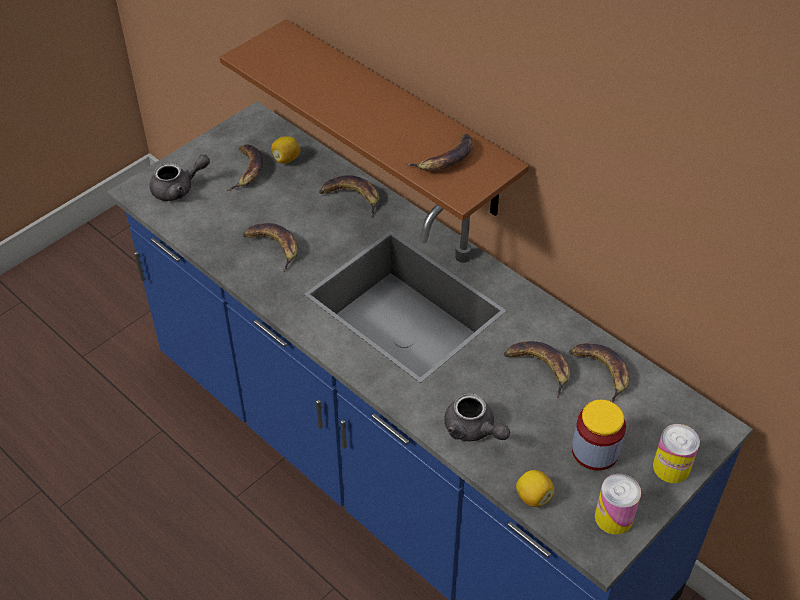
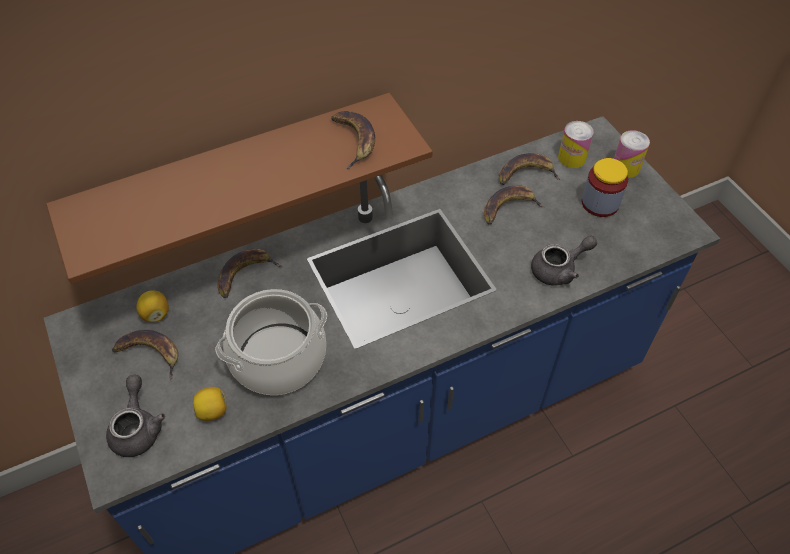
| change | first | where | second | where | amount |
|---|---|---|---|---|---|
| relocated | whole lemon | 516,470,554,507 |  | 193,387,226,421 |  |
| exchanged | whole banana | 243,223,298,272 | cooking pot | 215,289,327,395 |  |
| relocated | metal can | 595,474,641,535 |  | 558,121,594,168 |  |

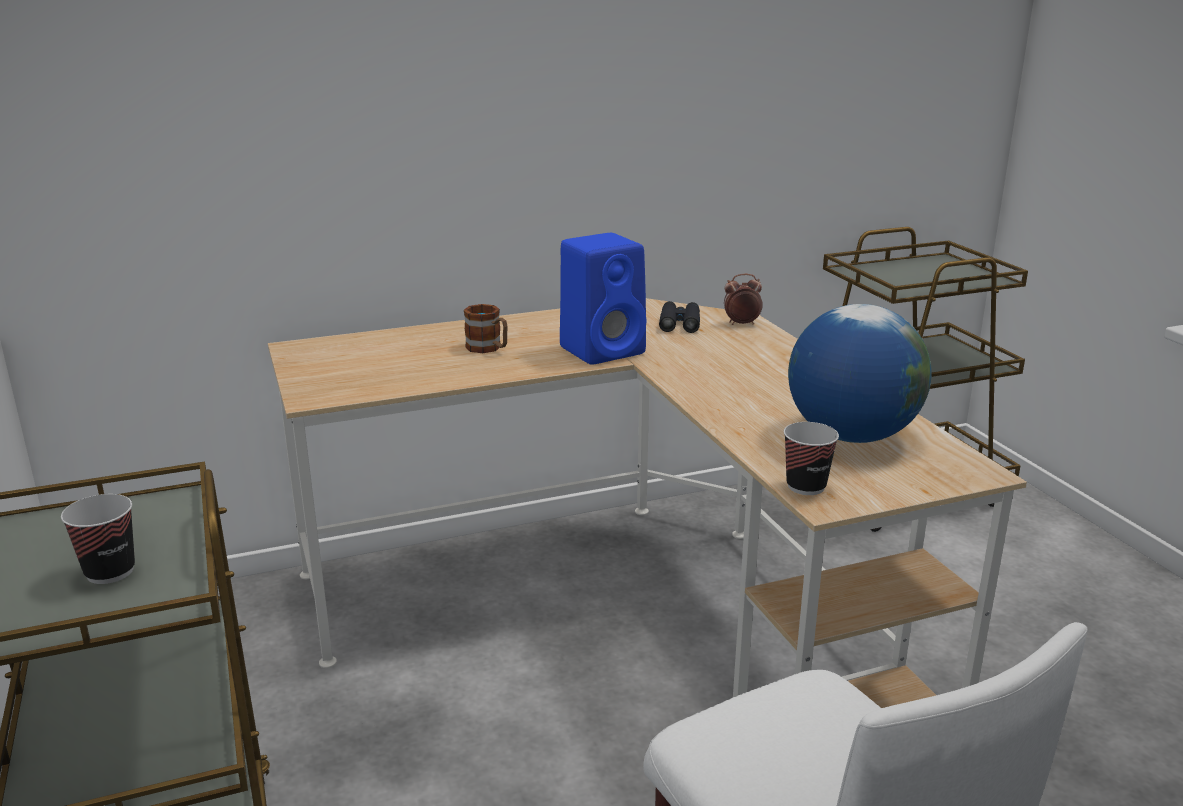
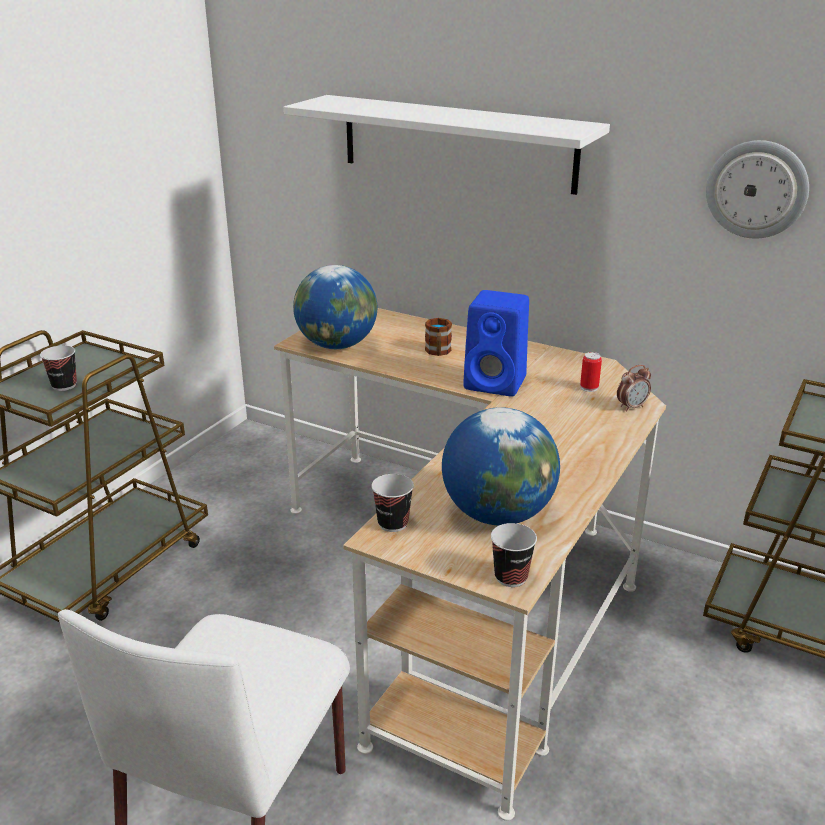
| change | first | where | second | where | amount |
|---|---|---|---|---|---|
| appeared |  |  | whitish wall shelf | 284,95,610,195 |  |
| appeared |  |  | desk globe | 293,265,377,349 |  |
| appeared |  |  | small cup | 491,523,537,587 |  |
| exchanged | black field glasses | 659,301,700,333 | metal can | 580,352,602,392 |  |
| spun | table clock | 724,274,763,325 |  | 617,365,651,412 | 105 degrees clockwise |
| appeared |  |  | hanging clock | 706,140,809,239 |  |

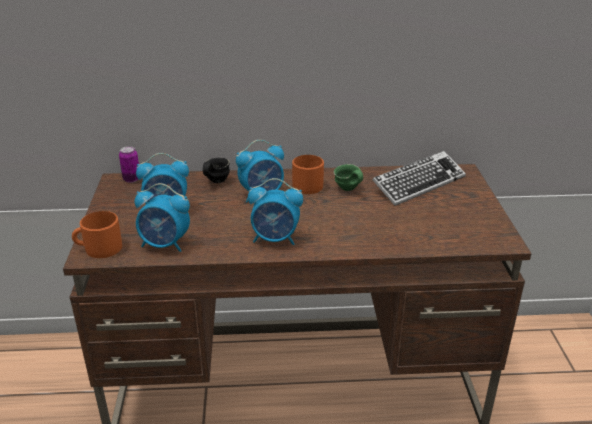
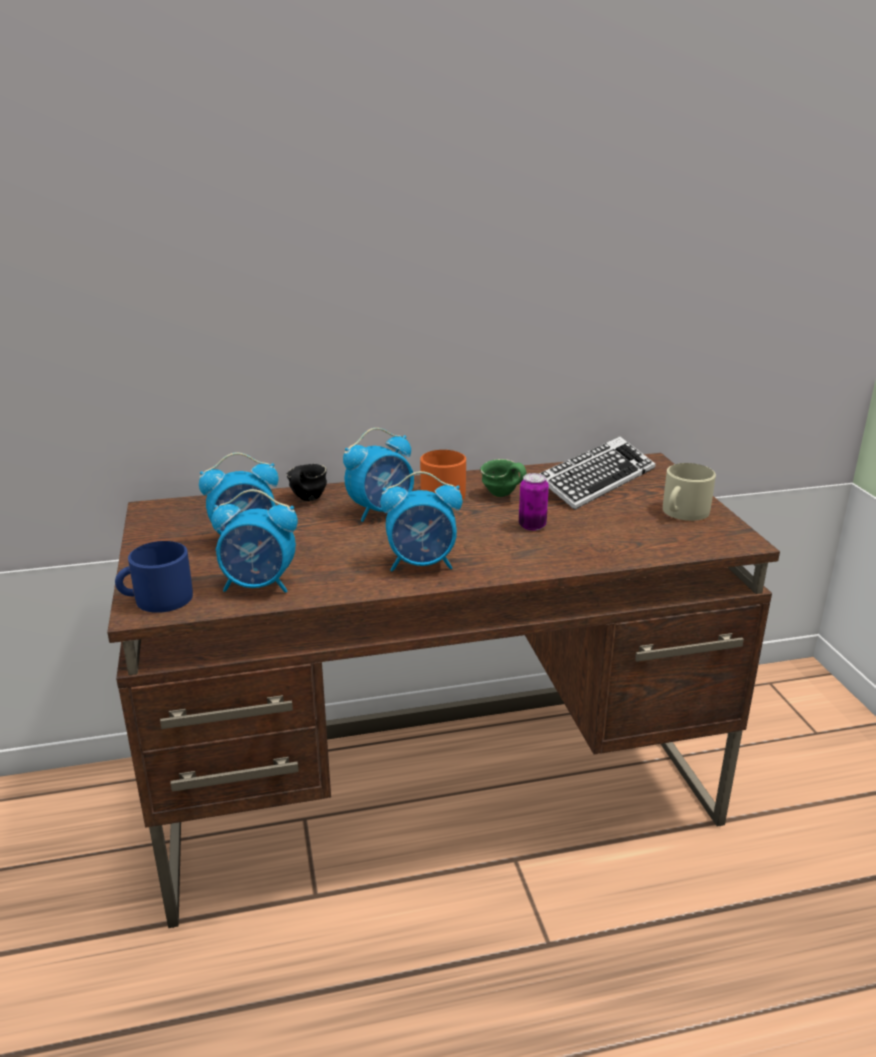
| change | first | where | second | where | amount |
|---|---|---|---|---|---|
| colour | orange tea mug | 72,211,122,258 | blue-coloured tea mug | 115,541,193,613 |  |
| relocated | metal can | 119,146,139,183 |  | 519,473,549,531 |  |
| appeared |  |  | beige-coloured tea mug | 663,463,716,521 |  |

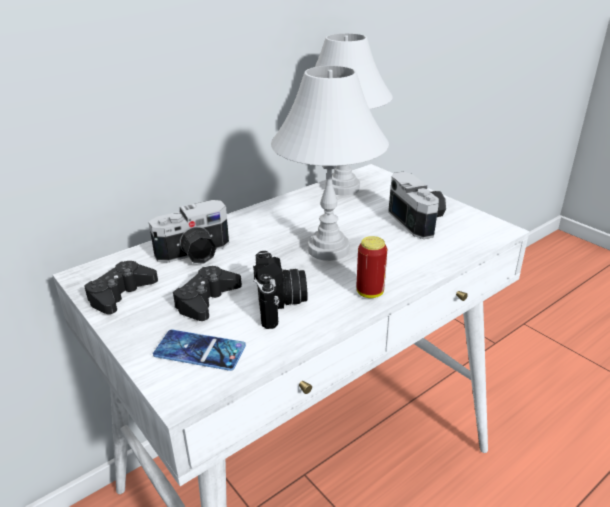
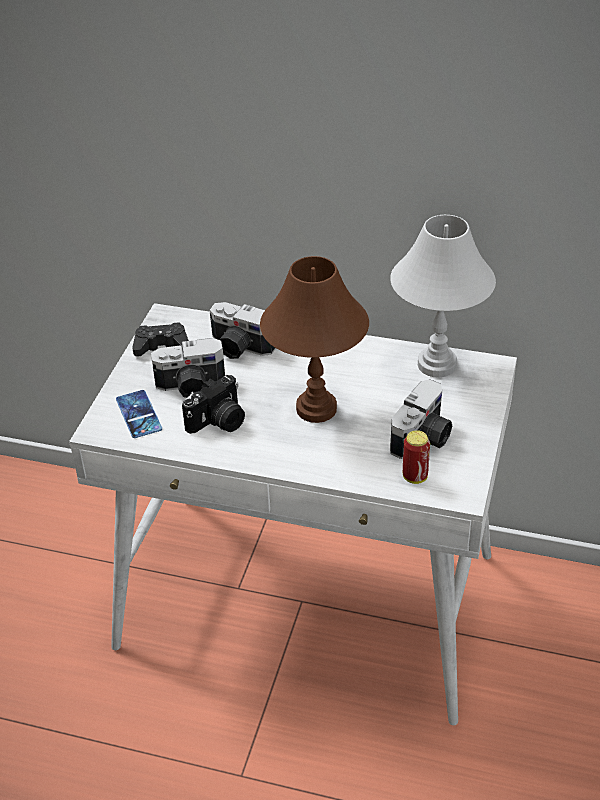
| change | first | where | second | where | amount |
|---|---|---|---|---|---|
| exchanged | black gamepad | 173,266,242,321 | photo camera | 151,338,225,398 |  |
| colour | whitish table lamp | 271,66,389,261 | brownish table lamp | 260,256,369,423 |  |
| relocated | metal can | 357,236,387,298 |  | 403,430,430,484 |  |

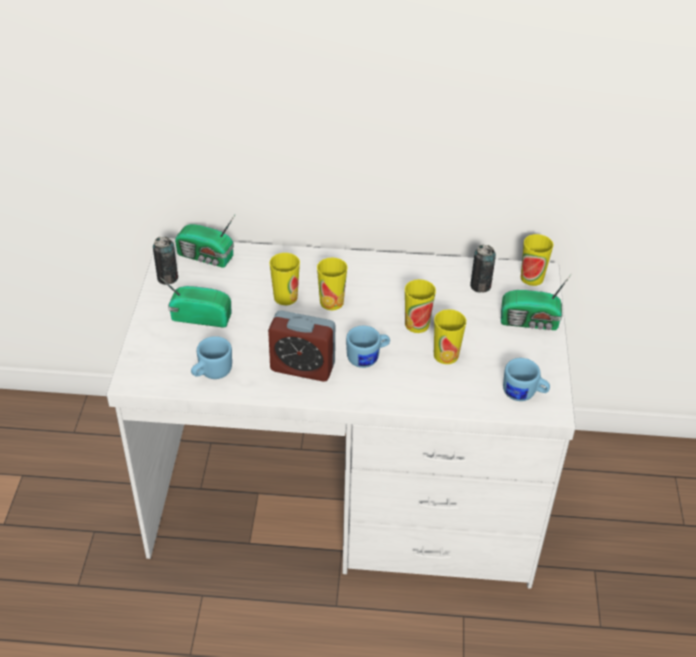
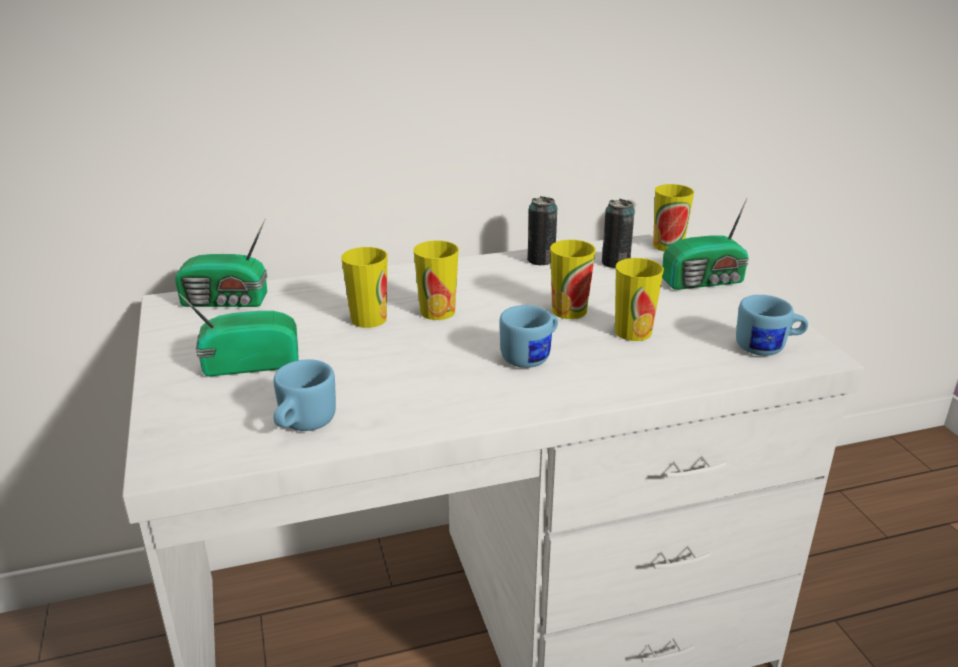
| change | first | where | second | where | amount |
|---|---|---|---|---|---|
| relocated | metal can | 153,237,178,285 |  | 527,196,557,265 |  |
| missing | table clock | 268,310,335,382 |  |  |  |

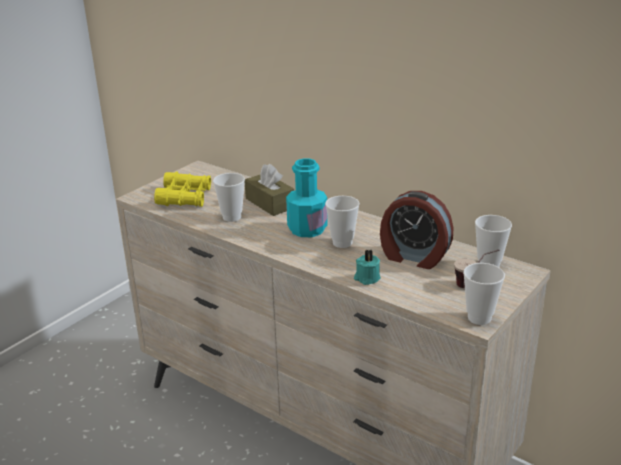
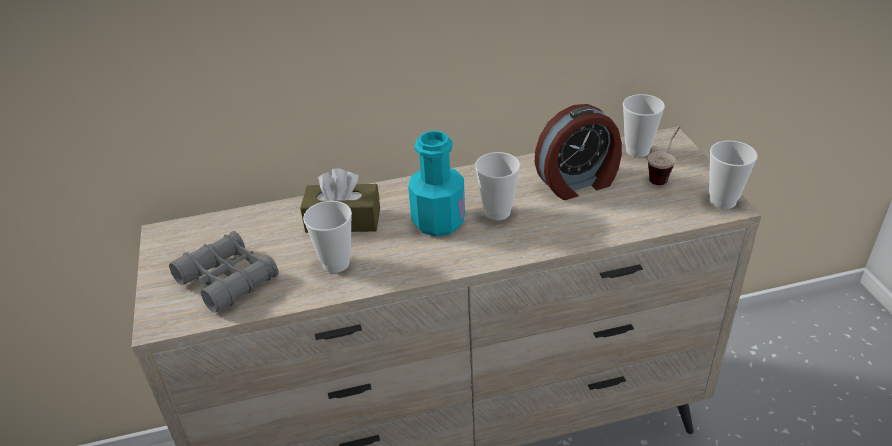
| change | first | where | second | where | amount |
|---|---|---|---|---|---|
| colour | yellowish field glasses | 154,172,211,207 | greyish field glasses | 169,231,278,313 |  |
| missing | turquoise-coloured wax light | 354,249,381,285 |  |  |  |

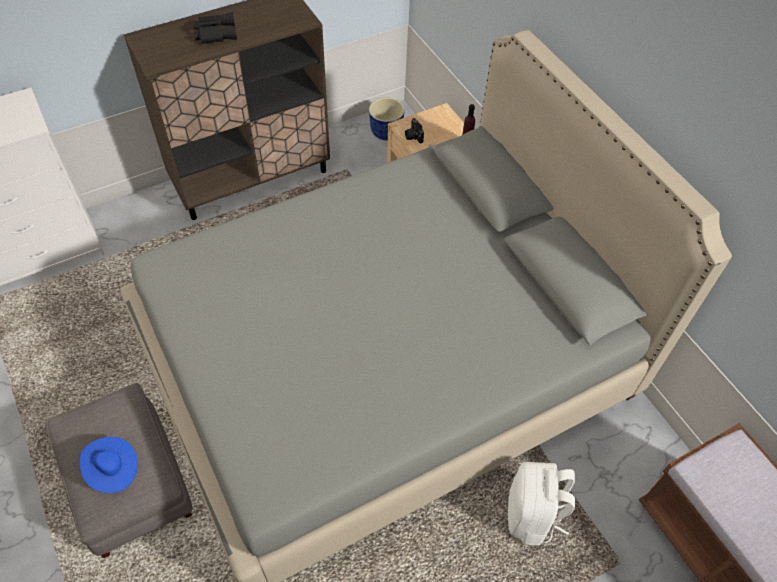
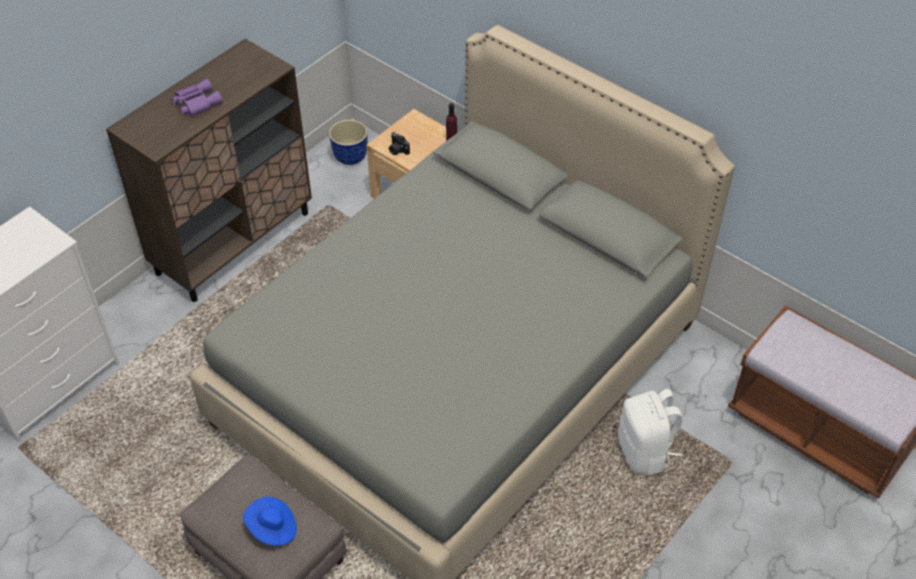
| change | first | where | second | where | amount |
|---|---|---|---|---|---|
| colour | black field glasses | 193,12,237,44 | purple-coloured field glasses | 172,79,223,117 |  |

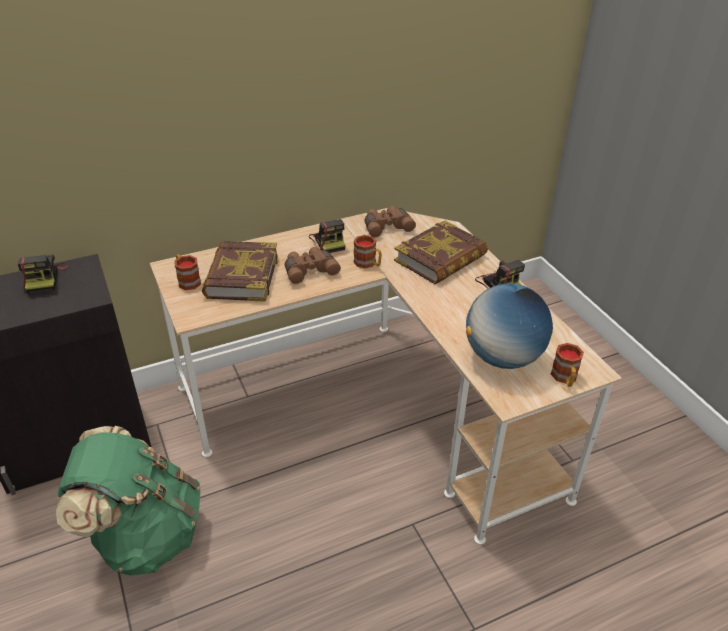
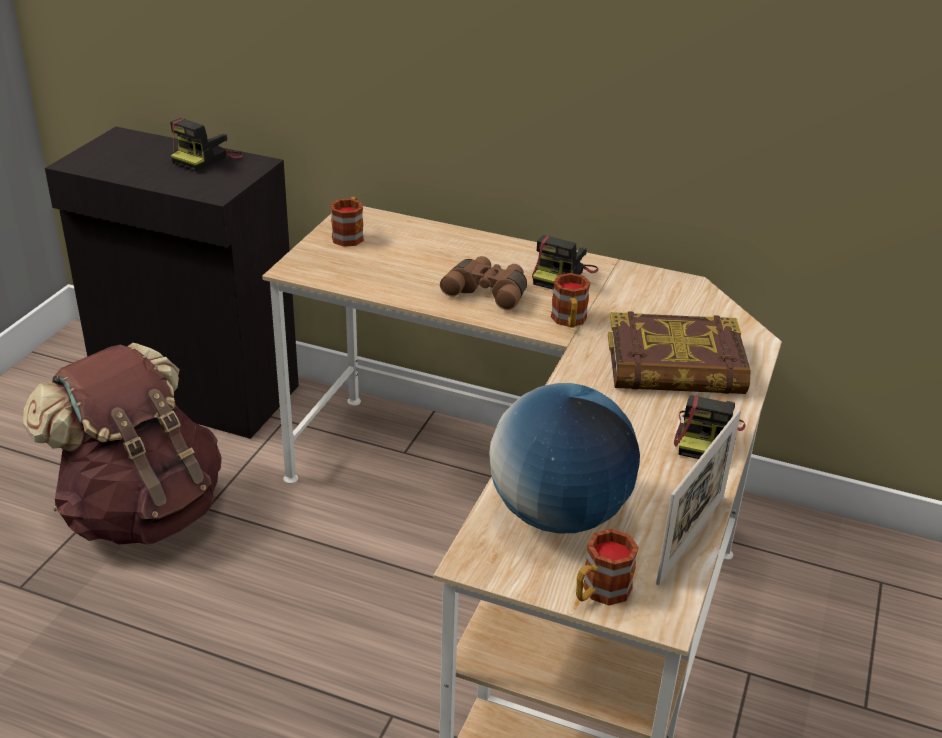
| change | first | where | second | where | amount |
|---|---|---|---|---|---|
| colour | green-coloured rucksack | 56,426,201,575 | brownish rucksack | 23,343,222,545 |  |
| appeared |  |  | picture frame | 656,409,741,585 |  |
| missing | bound book | 202,241,278,302 |  |  |  |
| missing | brownish field glasses | 365,206,416,238 |  |  |  |

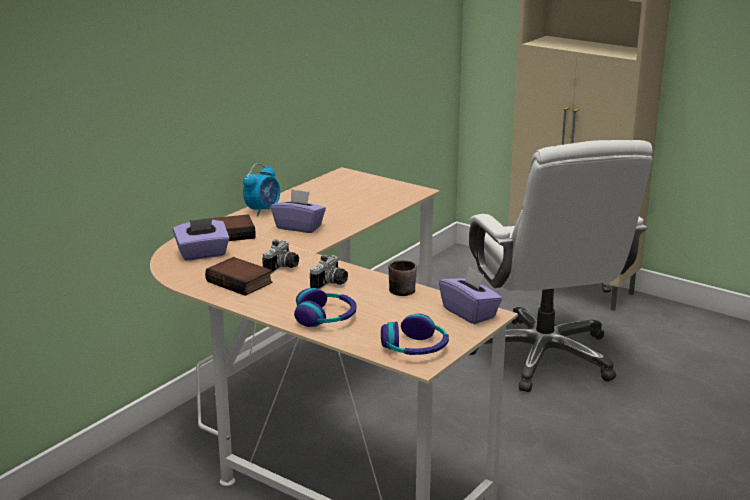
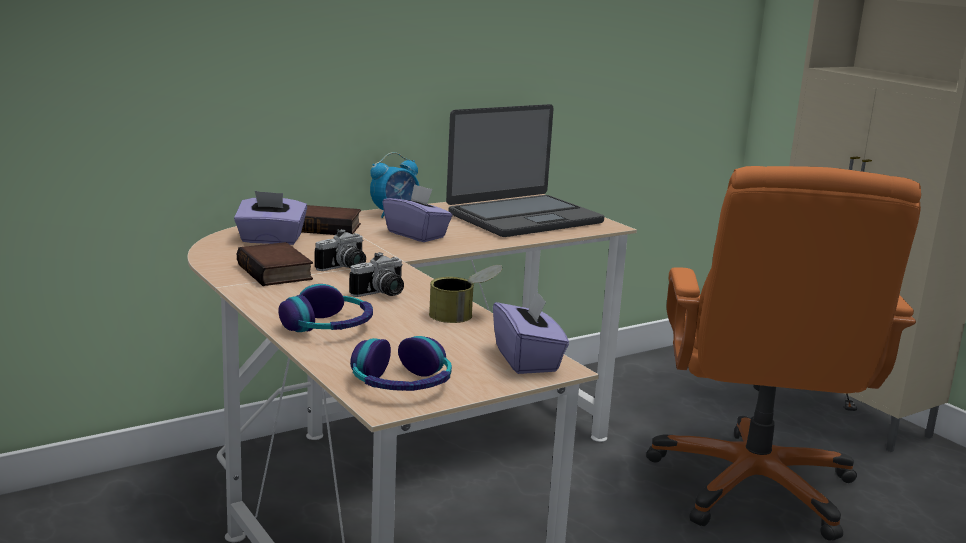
| change | first | where | second | where | amount |
|---|---|---|---|---|---|
| exchanged | brownish tea mug | 389,260,417,296 | metal can | 429,265,502,323 |  |
| appeared |  |  | notebook computer | 446,104,604,237 |  |
| colour | whitish office chair | 469,140,653,392 | orange office chair | 646,166,921,541 |  |

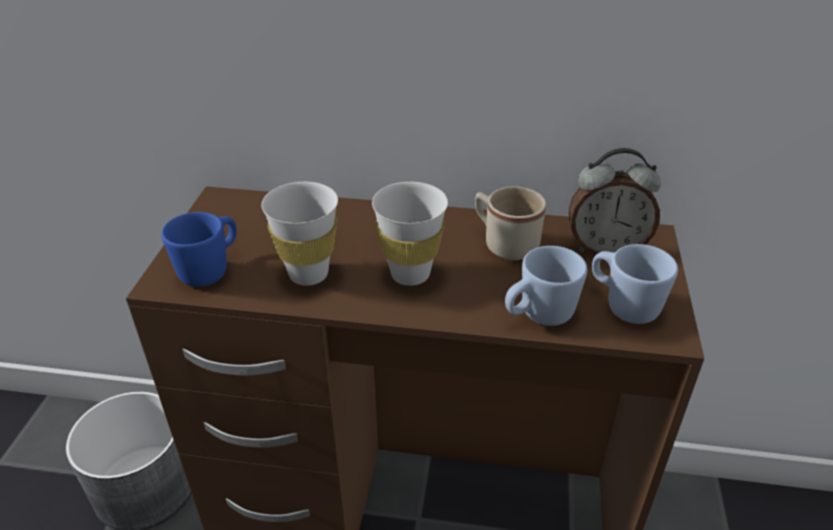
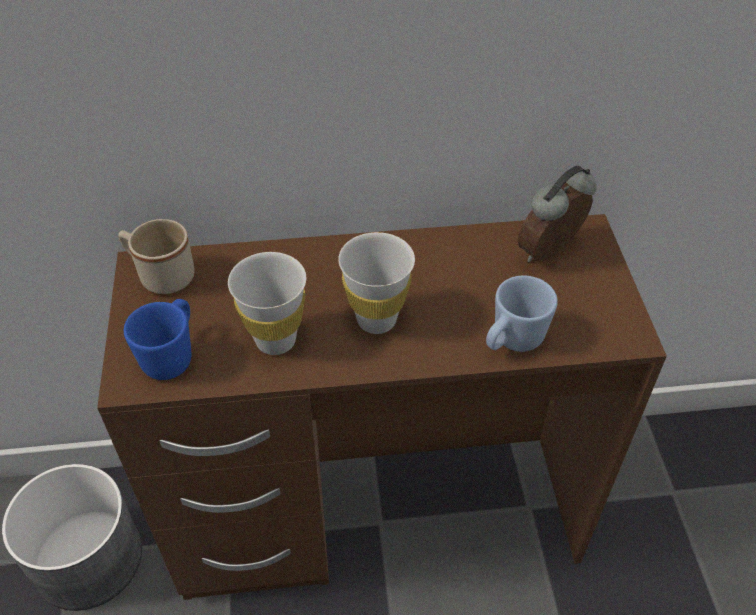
| change | first | where | second | where | amount |
|---|---|---|---|---|---|
| relocated | beige-coloured tea mug | 475,186,546,260 |  | 118,219,195,294 |  |
| spun | table clock | 569,148,661,256 |  | 518,166,597,262 | 150 degrees clockwise |
| missing | blue-coloured tea mug | 592,244,678,324 |  |  |  |

